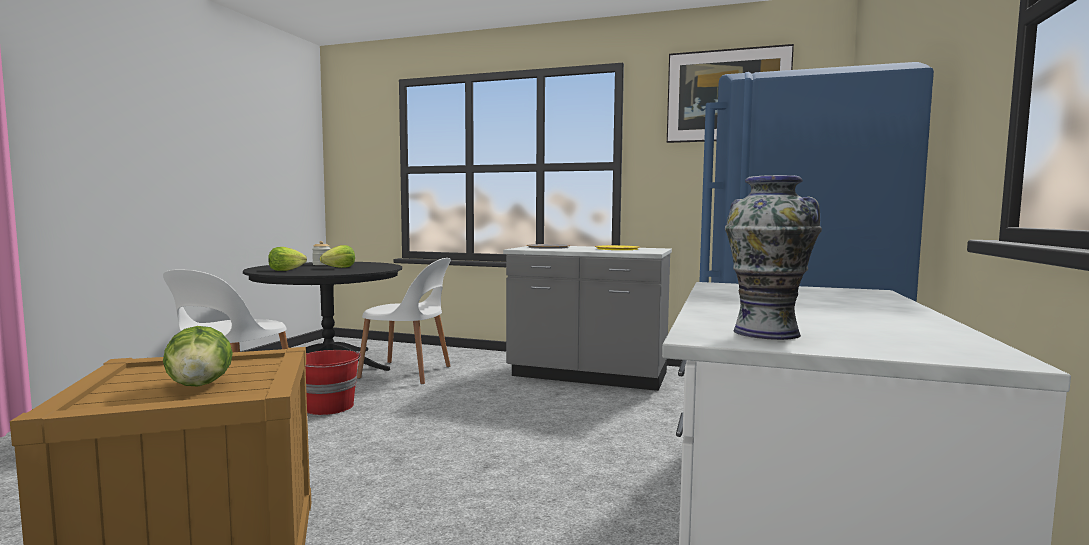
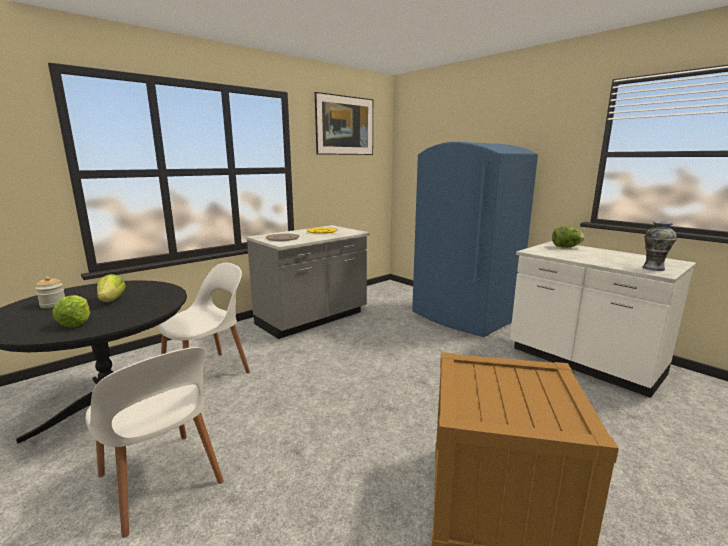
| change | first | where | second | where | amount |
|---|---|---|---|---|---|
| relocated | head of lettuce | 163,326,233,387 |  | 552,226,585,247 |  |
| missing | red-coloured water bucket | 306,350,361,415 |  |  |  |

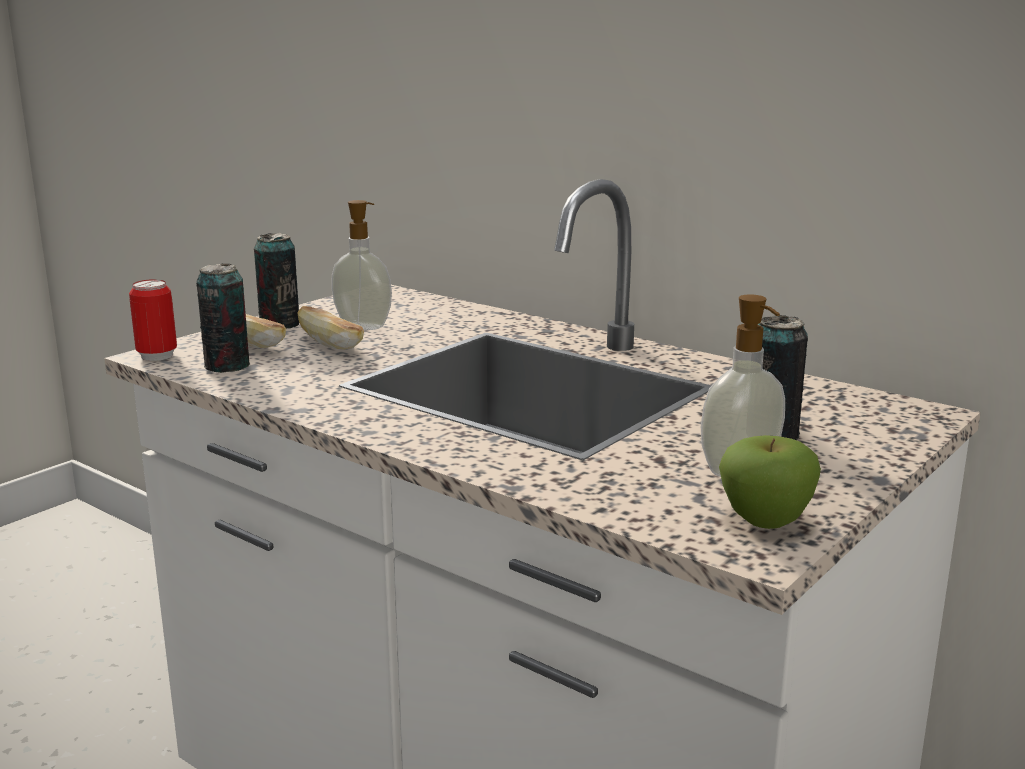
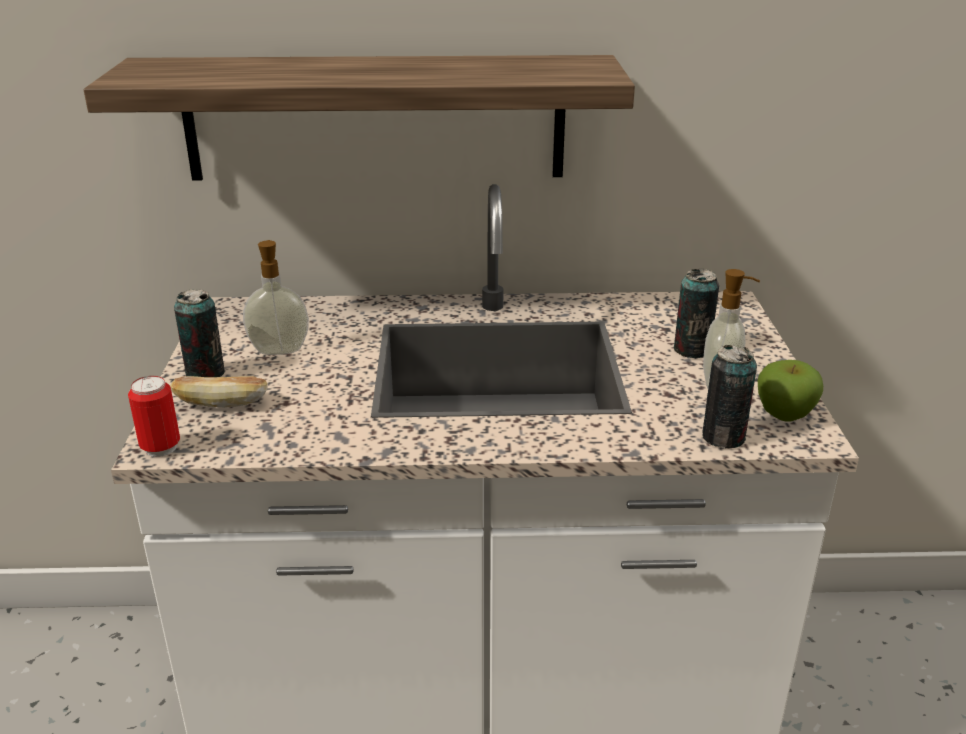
| change | first | where | second | where | amount |
|---|---|---|---|---|---|
| appeared |  |  | wall shelf | 84,55,635,181 |  |
| relocated | metal can | 196,264,250,373 |  | 702,345,757,448 |  |
| missing | bakery bread | 297,306,364,350 |  |  |  |

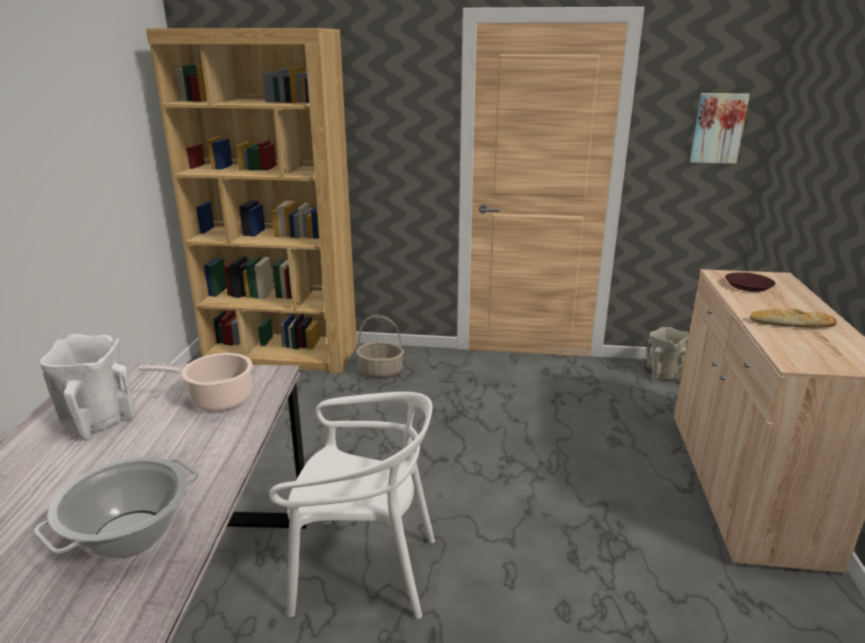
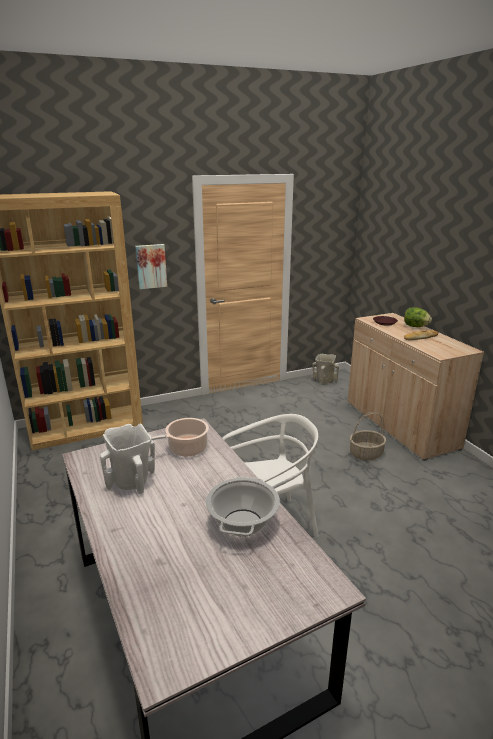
| change | first | where | second | where | amount |
|---|---|---|---|---|---|
| relocated | wall art | 690,93,750,164 |  | 135,244,167,289 |  |
| relocated | basket | 356,315,404,378 |  | 350,412,386,460 |  |
| appeared |  |  | head of lettuce | 404,307,432,327 |  |

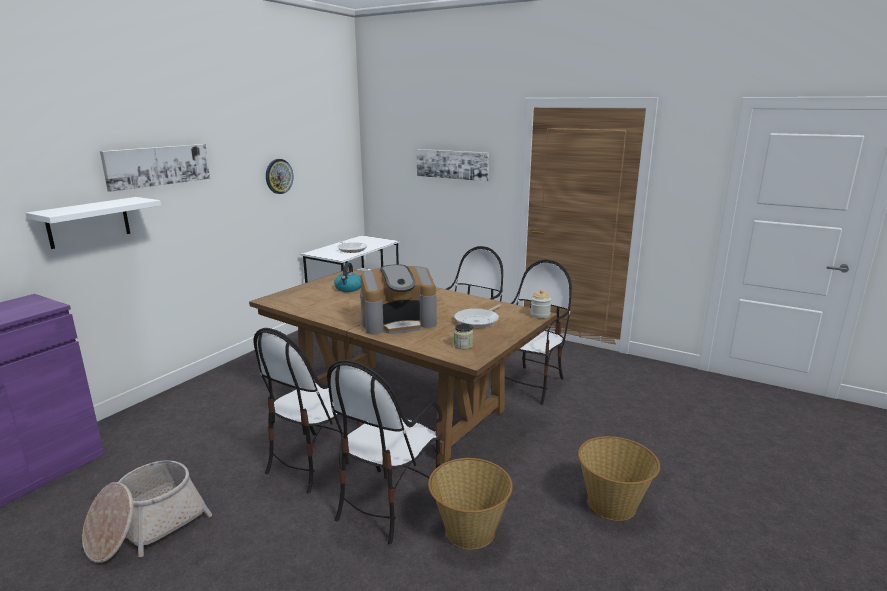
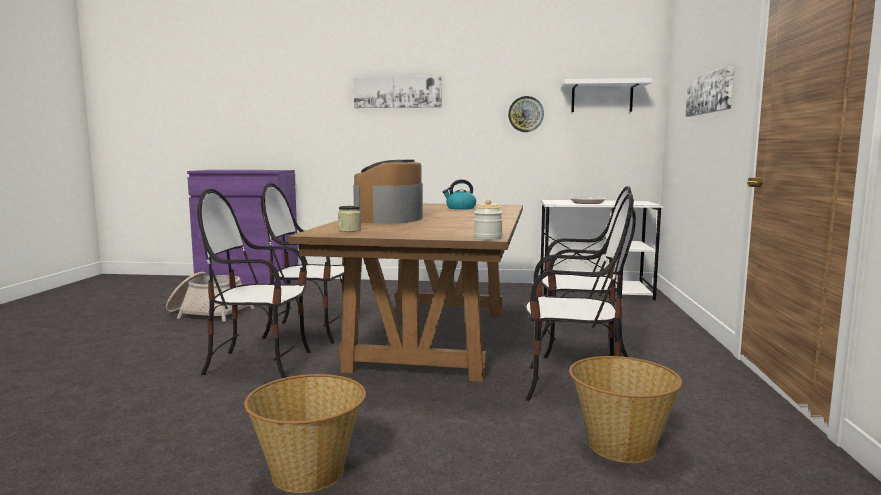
| change | first | where | second | where | amount |
|---|---|---|---|---|---|
| spun | coffee maker | 360,264,437,335 |  | 353,160,423,224 | 60 degrees clockwise |
| relocated | whitish wall shelf | 26,197,161,249 |  | 561,78,653,112 |  |
| relocated | basket | 428,458,513,549 |  | 569,356,682,463 |  |
| missing | frying pan | 454,304,501,328 |  |  |  |

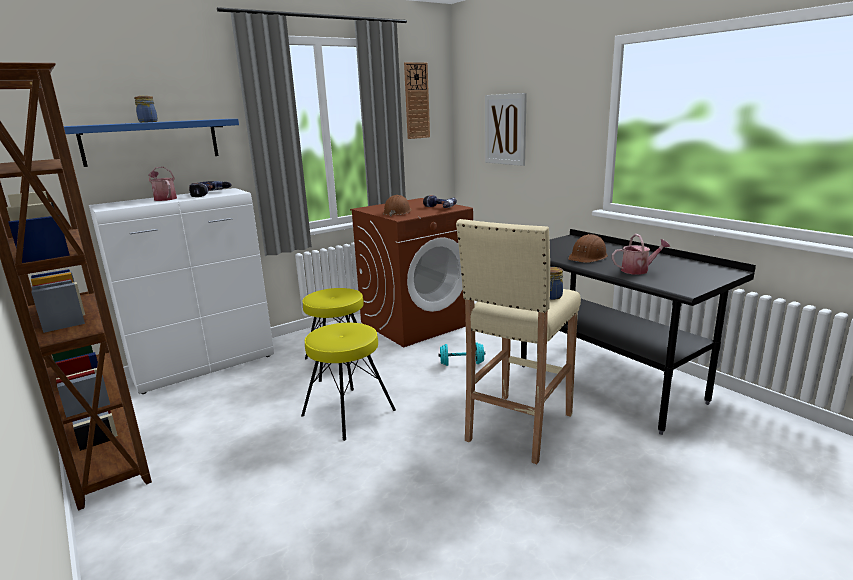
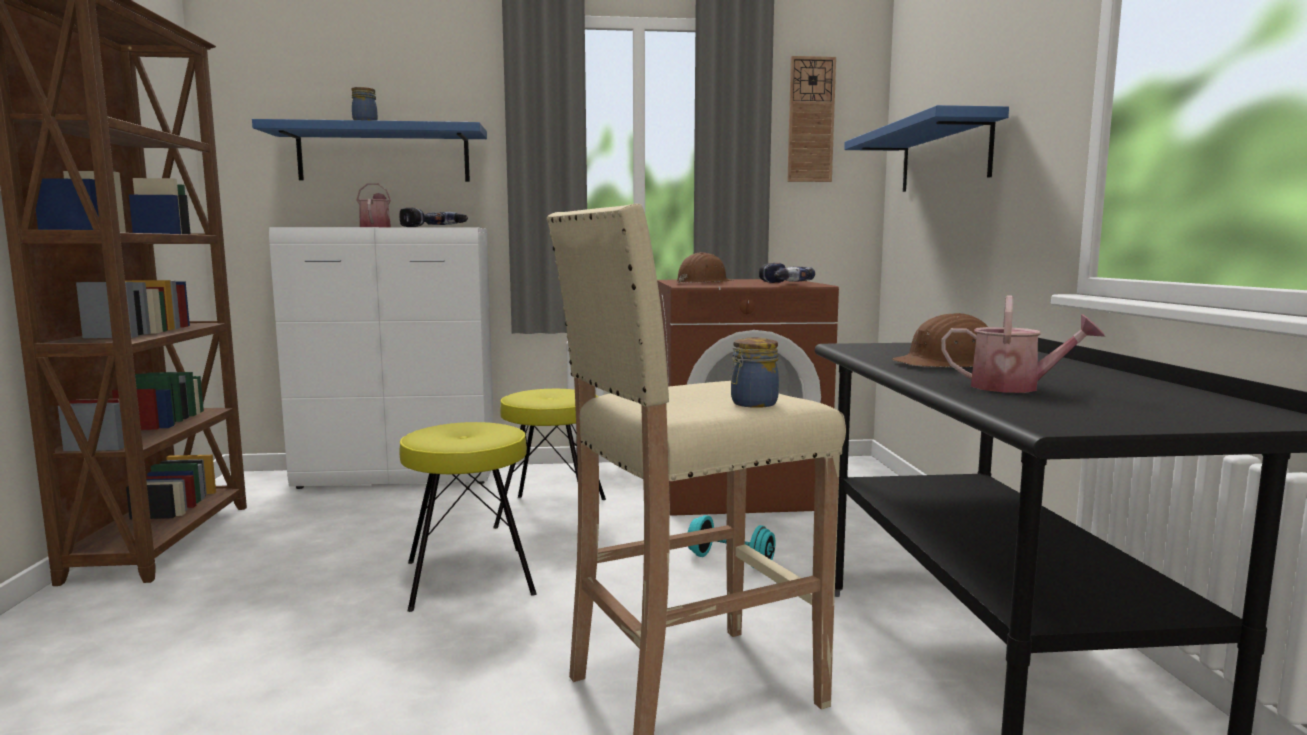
| change | first | where | second | where | amount |
|---|---|---|---|---|---|
| exchanged | wall art | 485,93,527,166 | blue-coloured wall shelf | 844,105,1009,192 |  |

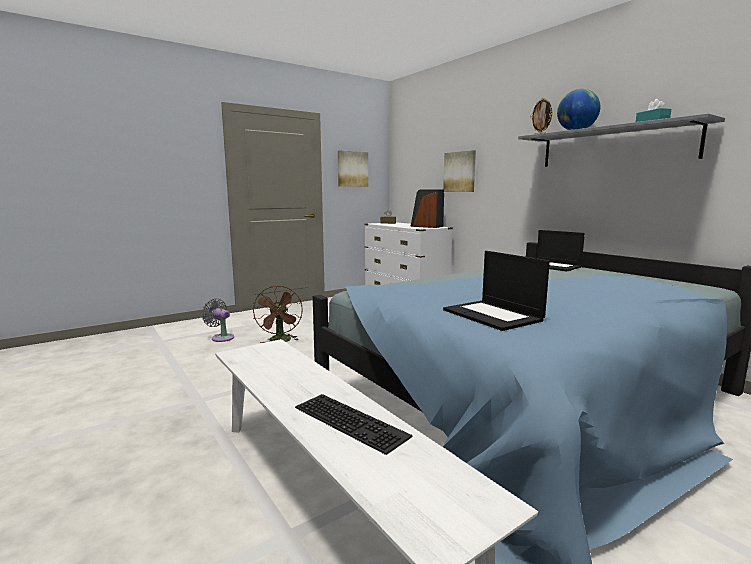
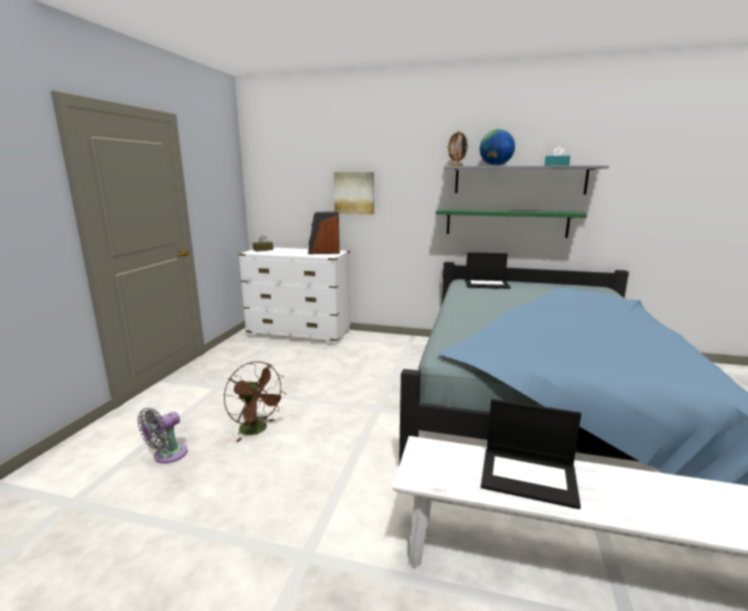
| change | first | where | second | where | amount |
|---|---|---|---|---|---|
| spun | greyish cooling fan | 202,299,234,342 |  | 137,408,188,464 | 45 degrees counterclockwise |
| appeared |  |  | green-coloured wall shelf | 436,209,587,238 |  |
| relocated | notebook computer | 443,251,550,331 |  | 481,399,581,509 |  |
| missing | keyboard | 295,394,412,455 |  |  |  |
| missing | wall art | 338,150,368,187 |  |  |  |

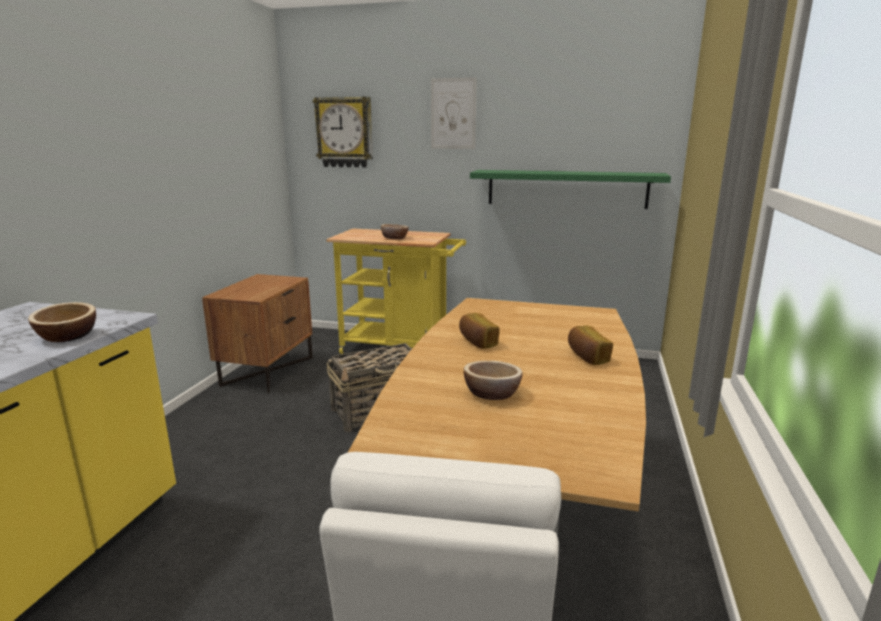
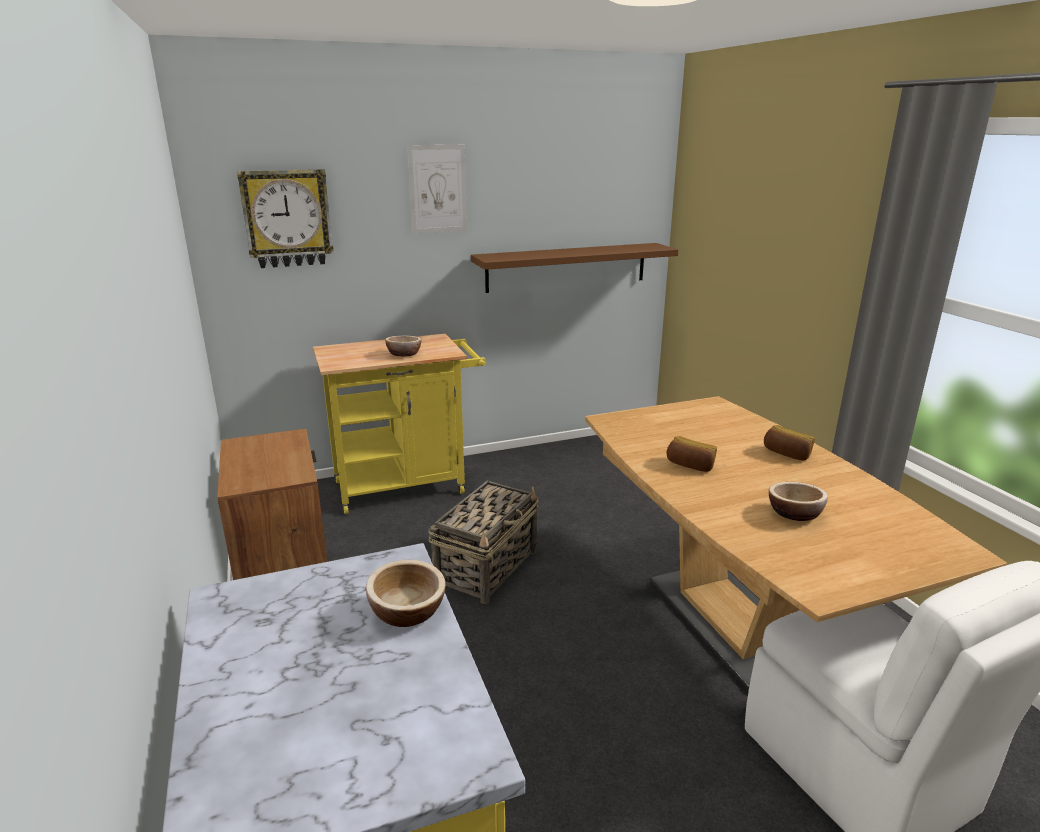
| change | first | where | second | where | amount |
|---|---|---|---|---|---|
| colour | green-coloured wall shelf | 470,170,671,209 | brownish wall shelf | 471,243,678,293 |  |

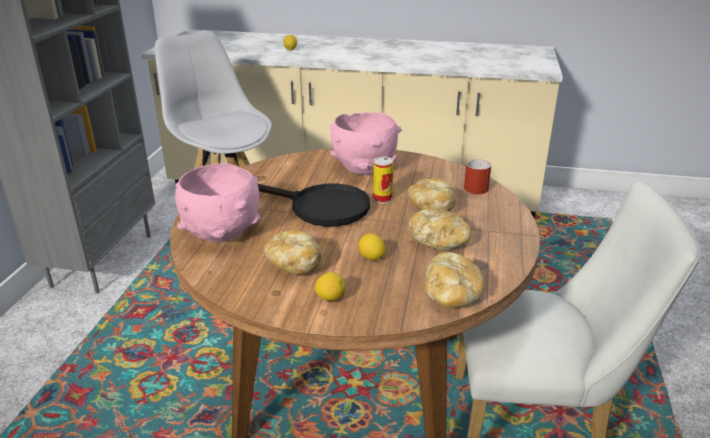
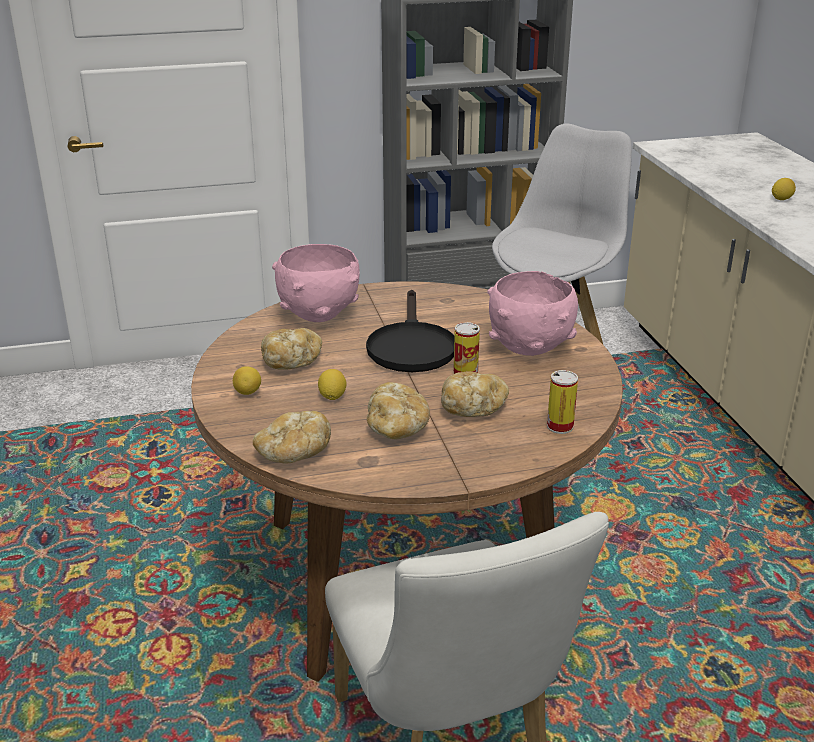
| change | first | where | second | where | amount |
|---|---|---|---|---|---|
| exchanged | red-coloured tea mug | 464,159,491,194 | metal can | 547,370,578,434 |  |

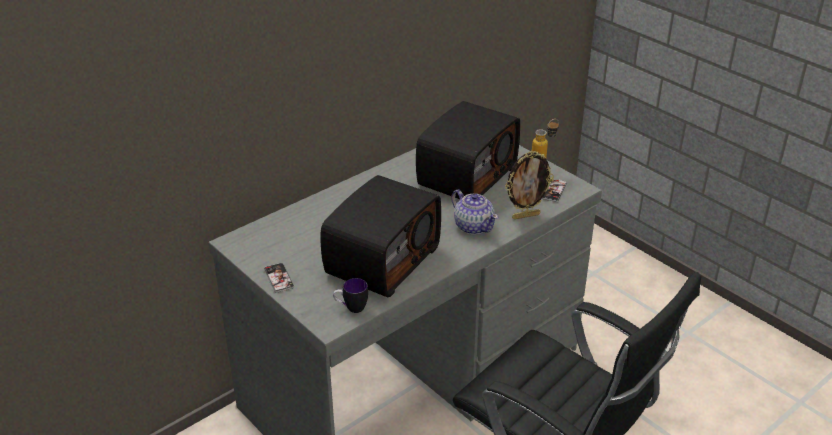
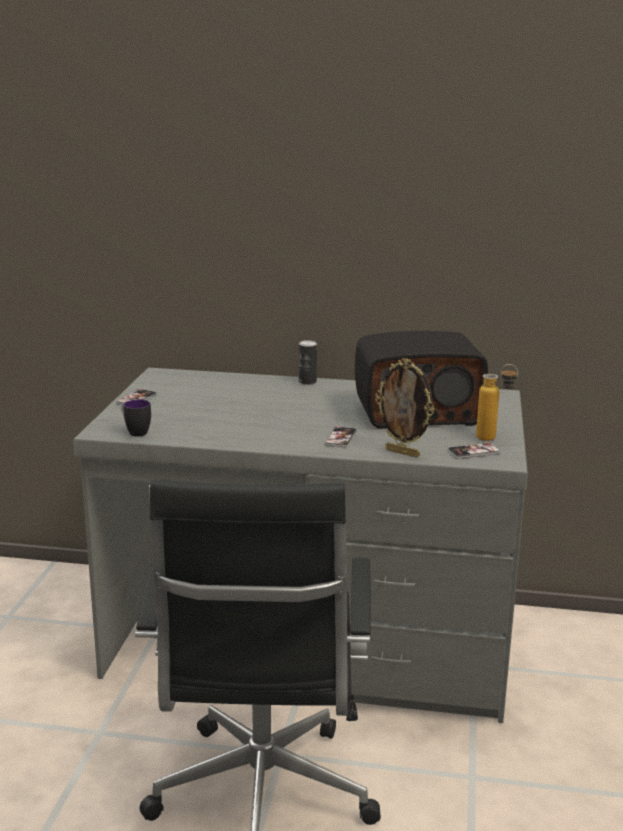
| change | first | where | second | where | amount |
|---|---|---|---|---|---|
| appeared |  |  | metal can | 299,340,317,385 |  |
| exchanged | teapot | 451,189,498,235 | phone | 325,426,357,448 |  |
| missing | radio set | 320,175,441,297 |  |  |  |

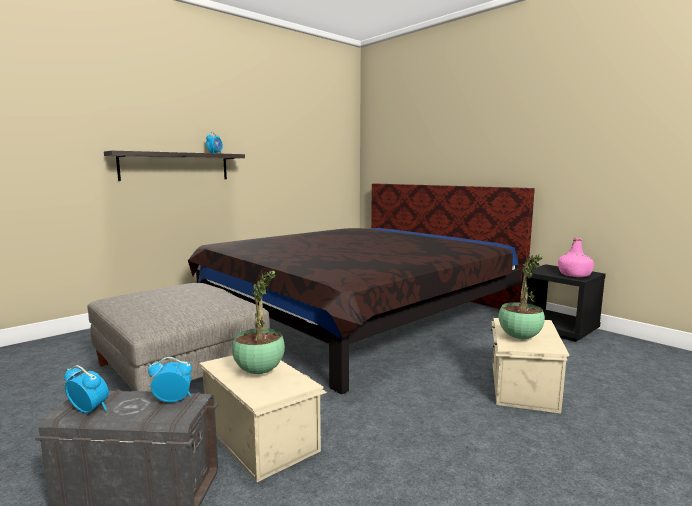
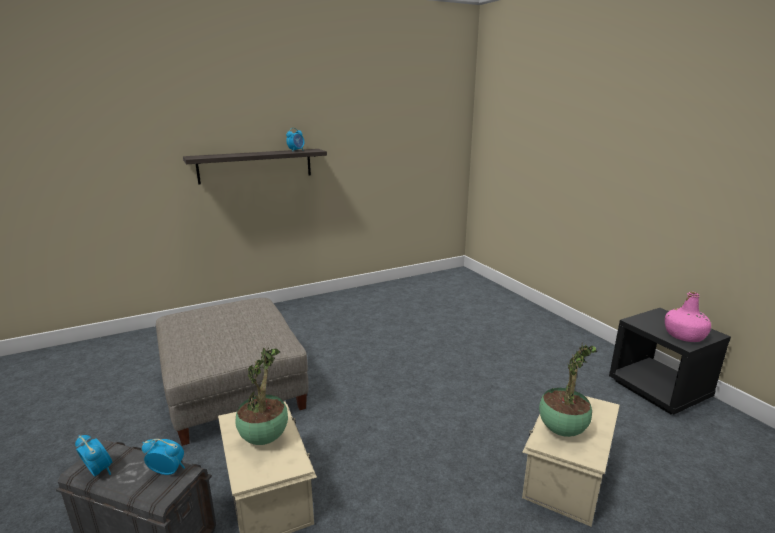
| change | first | where | second | where | amount |
|---|---|---|---|---|---|
| missing | bed | 188,184,535,394 |  |  |  |

